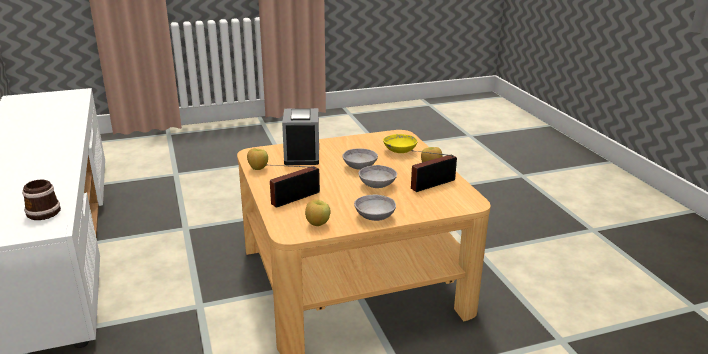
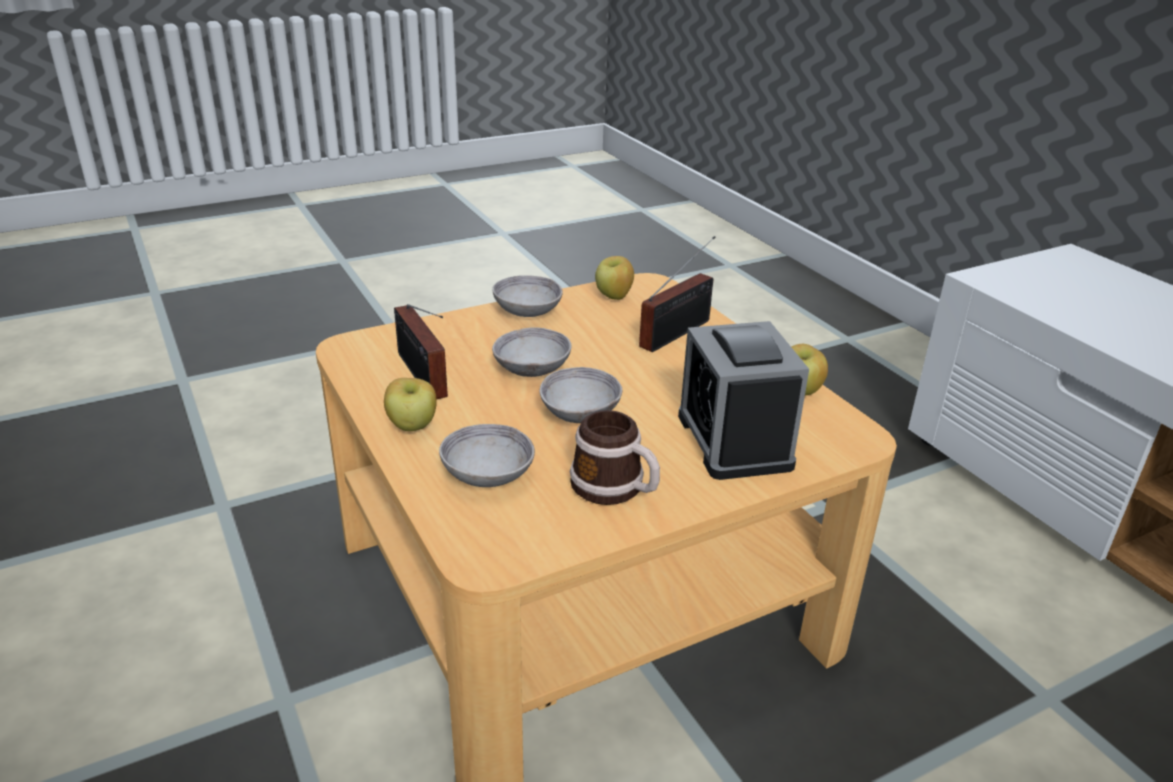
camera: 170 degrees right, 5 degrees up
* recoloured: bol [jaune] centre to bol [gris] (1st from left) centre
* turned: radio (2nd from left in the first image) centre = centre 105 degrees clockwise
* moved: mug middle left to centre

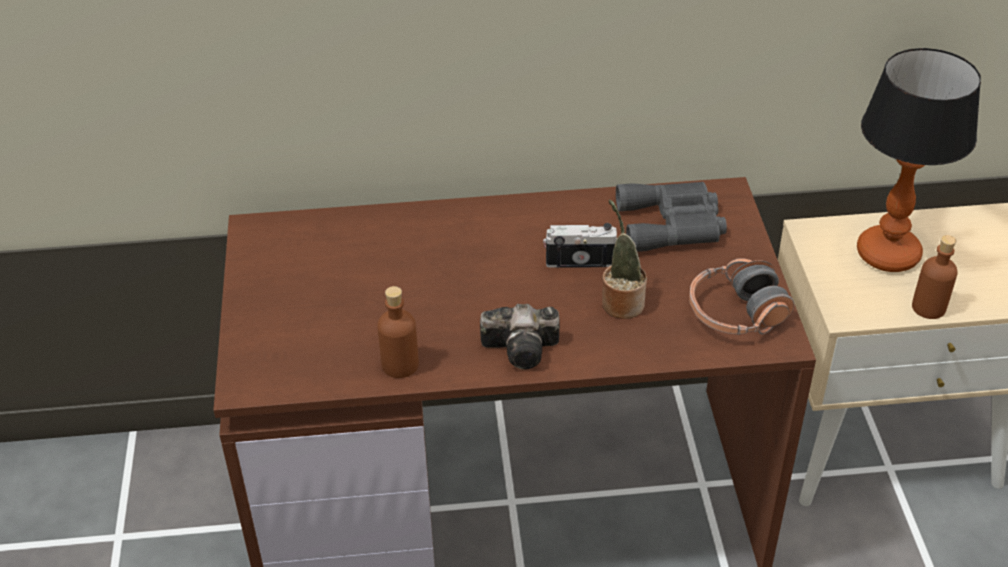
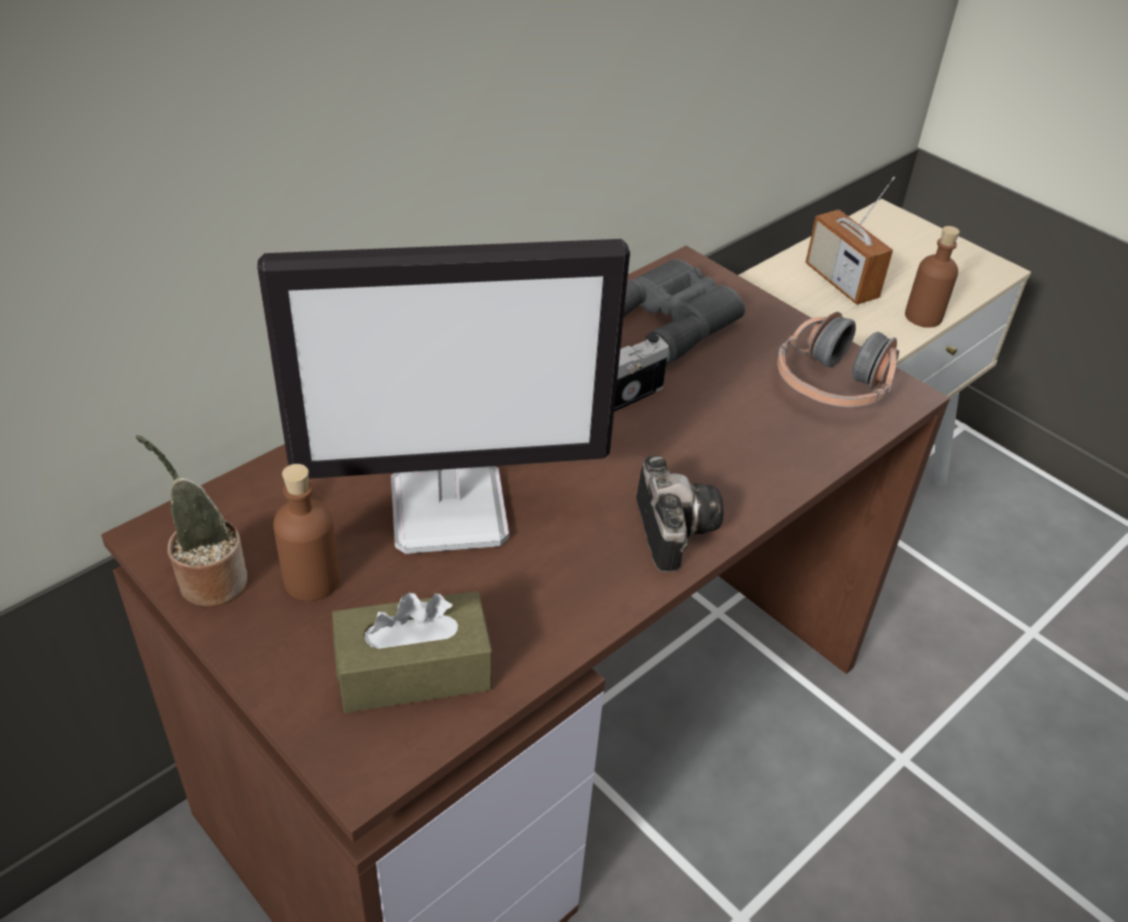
camera: 40 degrees left, 0 degrees up
* replaced: lampe de table top right to radio top right
* moved: plante en pot centre to middle left
* moved: bouteille [marron] (1st from left) centre to middle left
* turned: appareil photo (1st from left in the first image) centre = centre 60 degrees counterclockwise
* added: écran d'ordinateur centre
* added: boîte à mouchoirs [marron] bottom centre

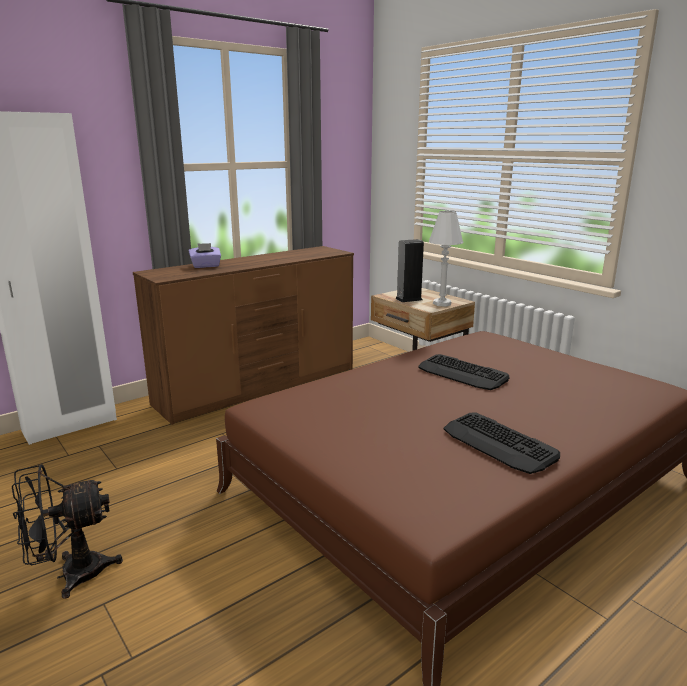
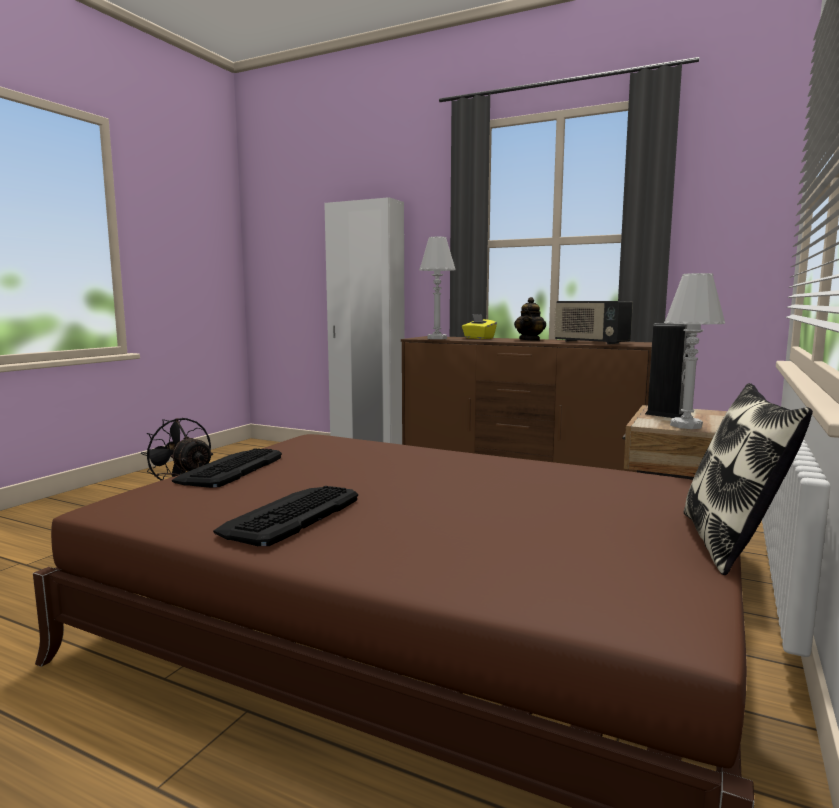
camera: 65 degrees right, 10 degrees down
* recoloured: boîte à mouchoirs [violet] middle left to boîte à mouchoirs [jaune] centre
* moved: clavier (1st from left) middle right to middle left
* added: lampe de table [blanc] (1st from left) centre
* added: théière centre
* added: radio middle right
* added: coussin middle right

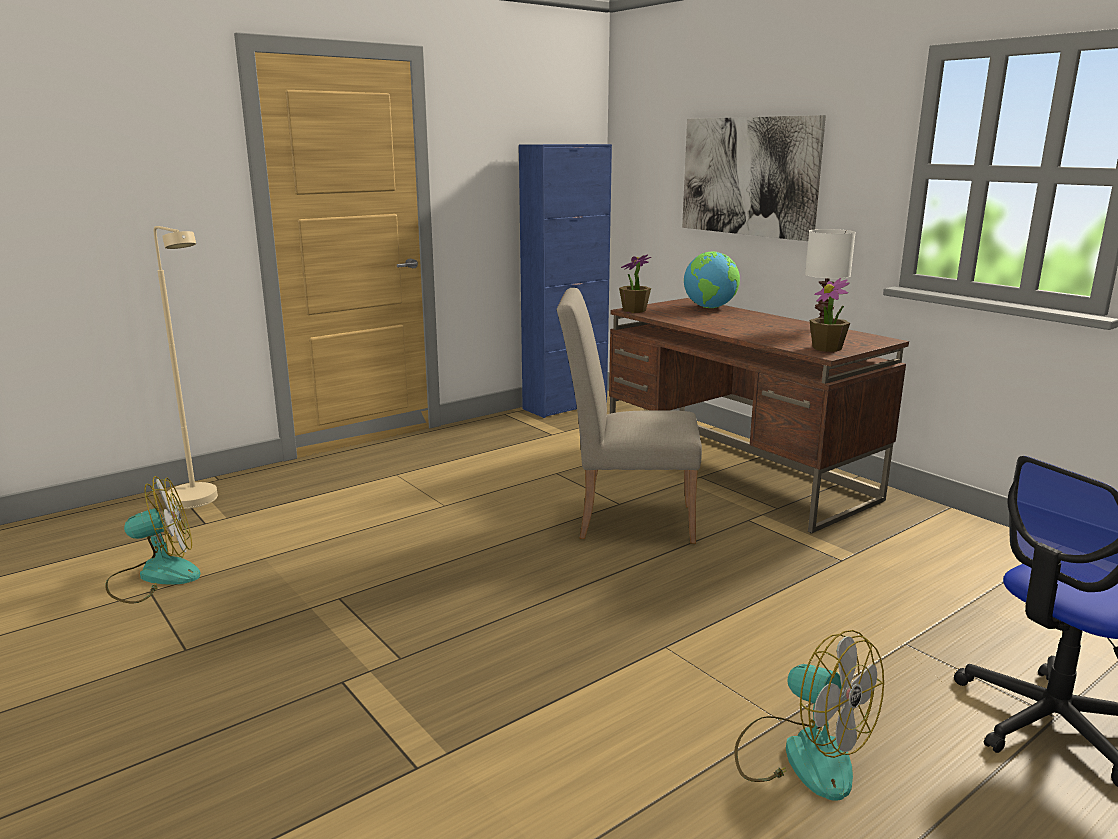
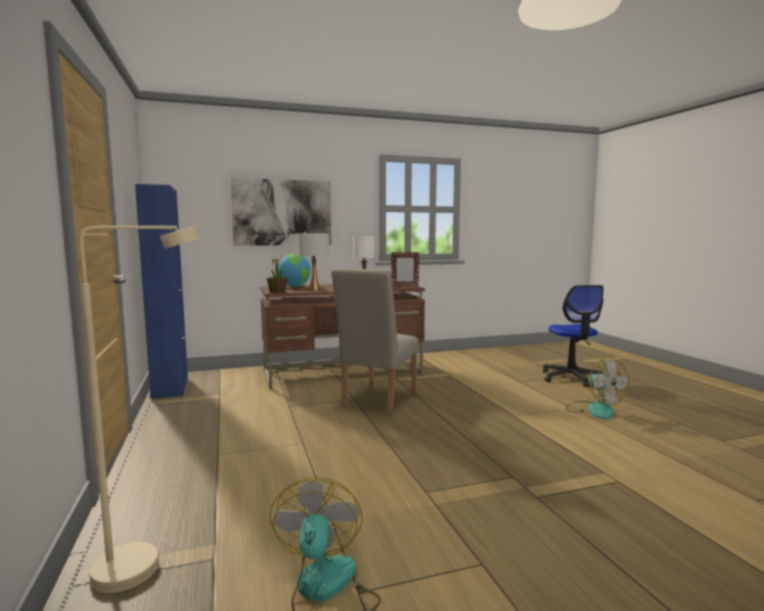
camera: 70 degrees left, 10 degrees down
* replaced: plante en pot (2nd from left) middle right to cadre photo centre
* turned: ventilateur (2nd from left) bottom right = middle right 90 degrees clockwise
* added: lampe de table [blanc] (1st from left) centre

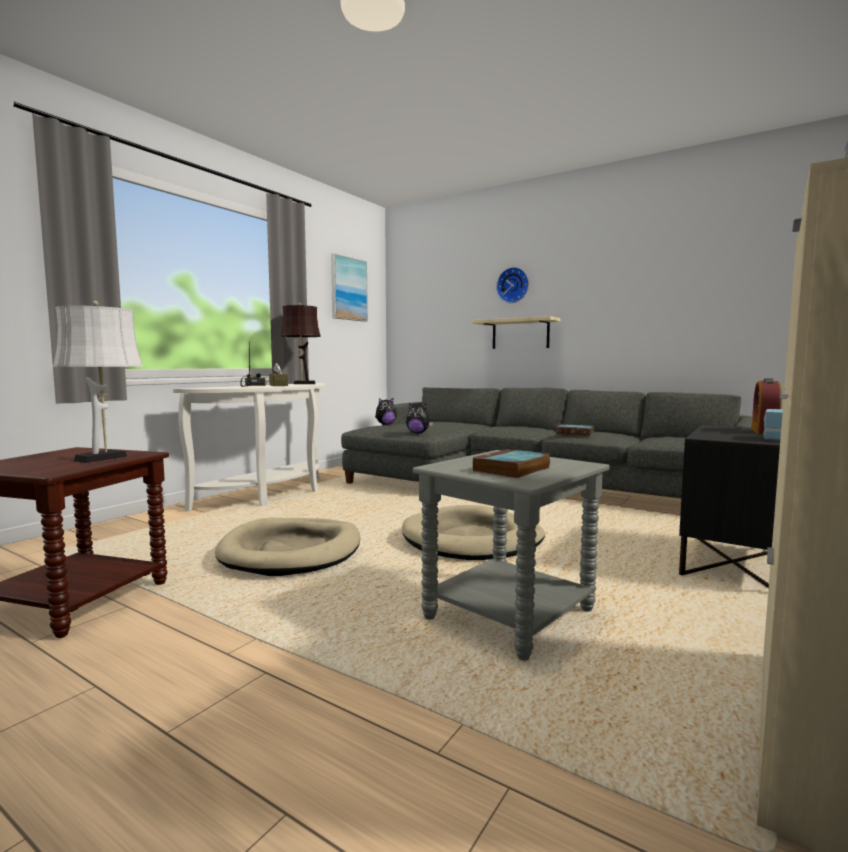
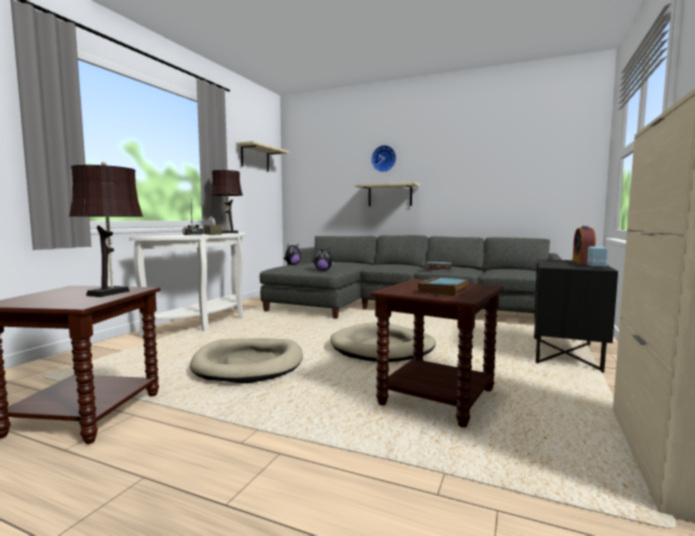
camera: 10 degrees left, 0 degrees up
* replaced: tableau centre to étagère [beige] (1st from left) top centre
* recoloured: lampe de table [blanc] middle left to lampe de table [marron] (1st from left) middle left
* recoloured: table d'appoint [gris] centre to table d'appoint [marron] (2nd from left) centre

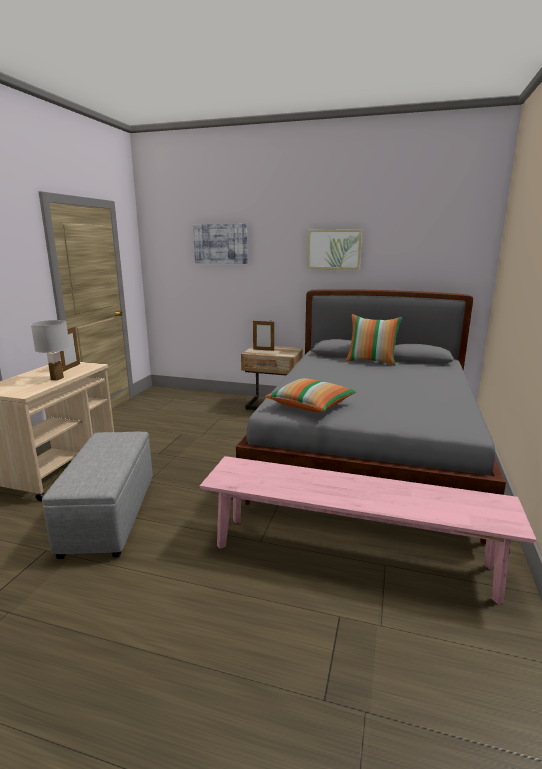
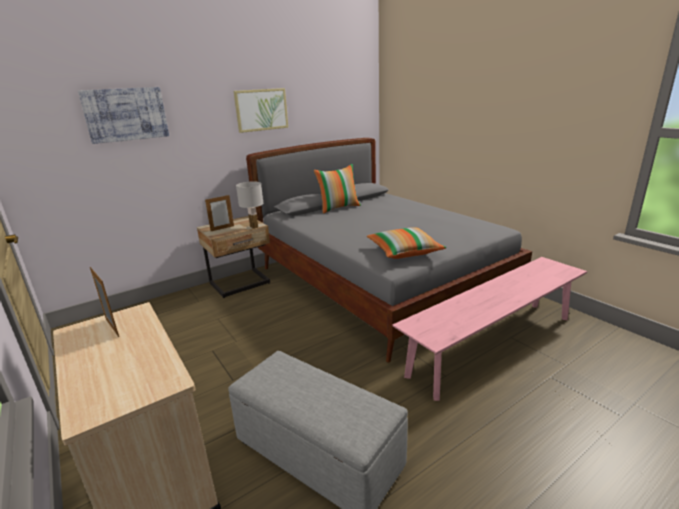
camera: 50 degrees left, 5 degrees up
* moved: lampe de table [blanc] middle left to centre

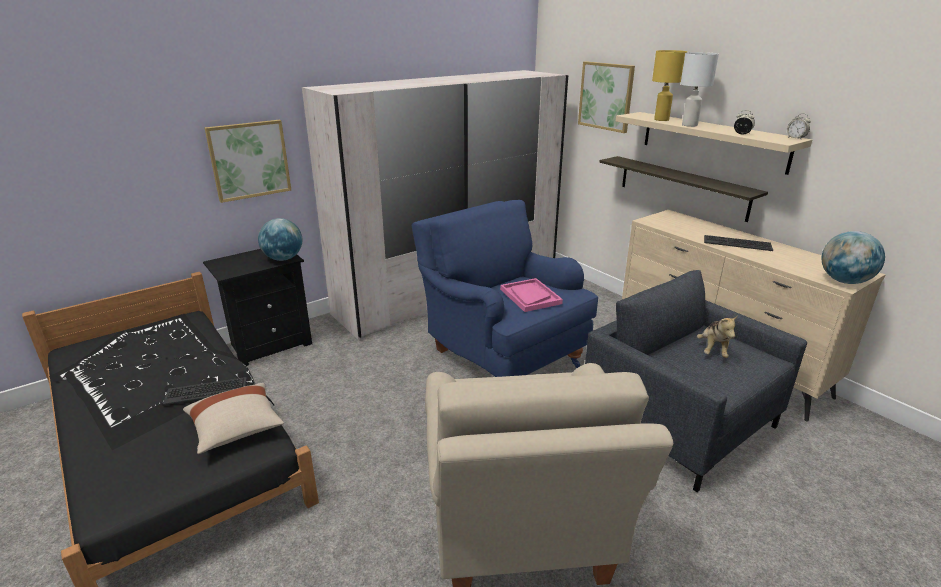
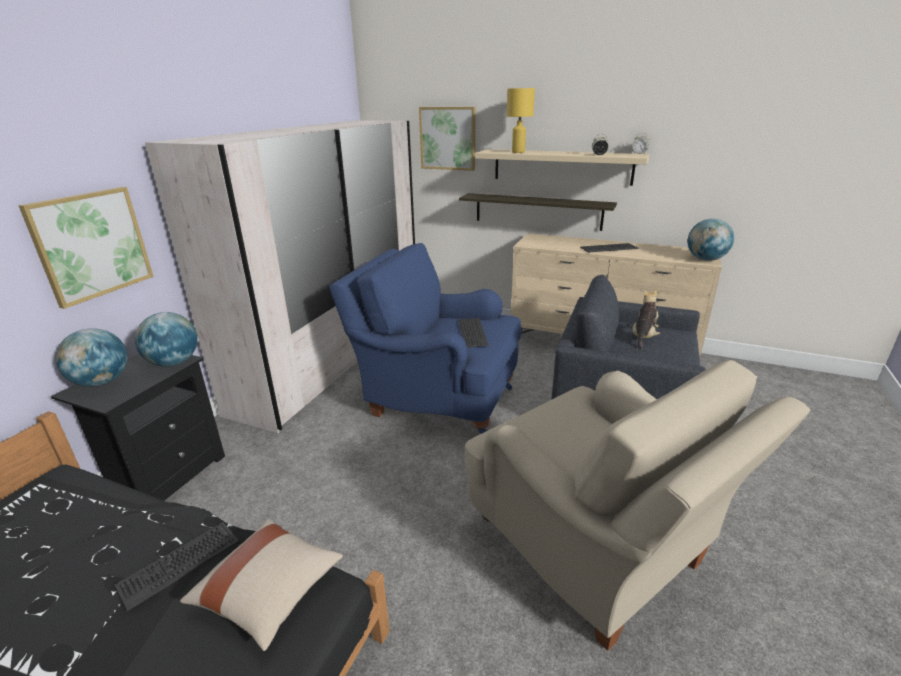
camera: 30 degrees left, 0 degrees up
* removed: lampe de table [blanc] top right
* replaced: plateau [rose] centre to clavier (2nd from left) centre
* turned: peluche middle right = middle right 135 degrees counterclockwise
* added: globe (1st from left) middle left

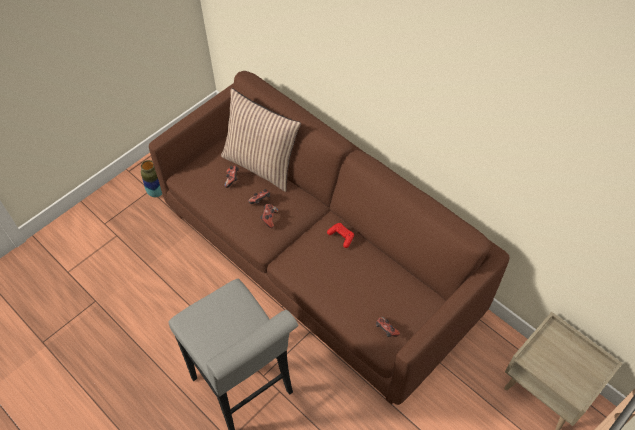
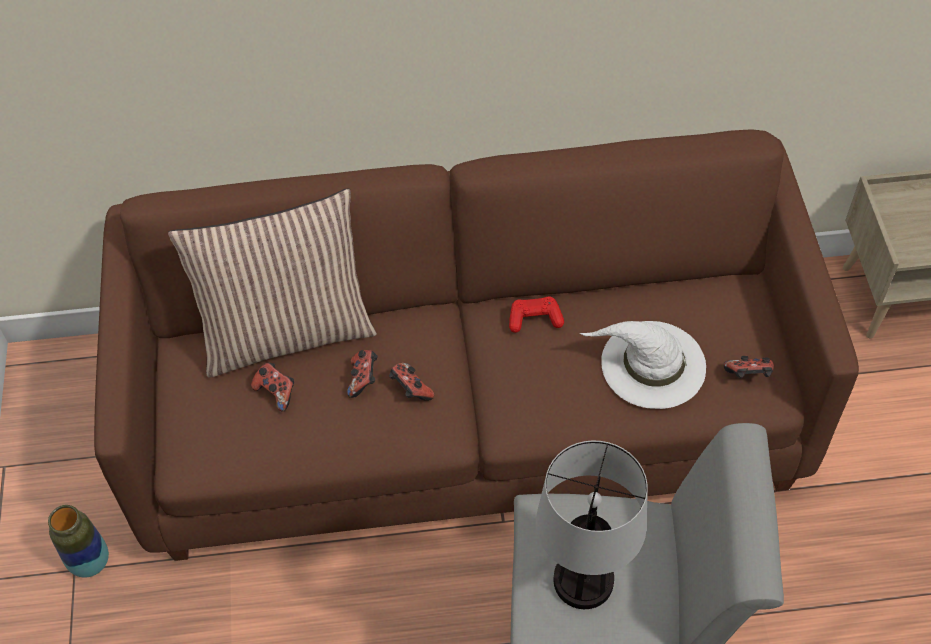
camera: 50 degrees left, 0 degrees up
* added: chapeau [blanc] middle right
* added: lampe de table bottom centre

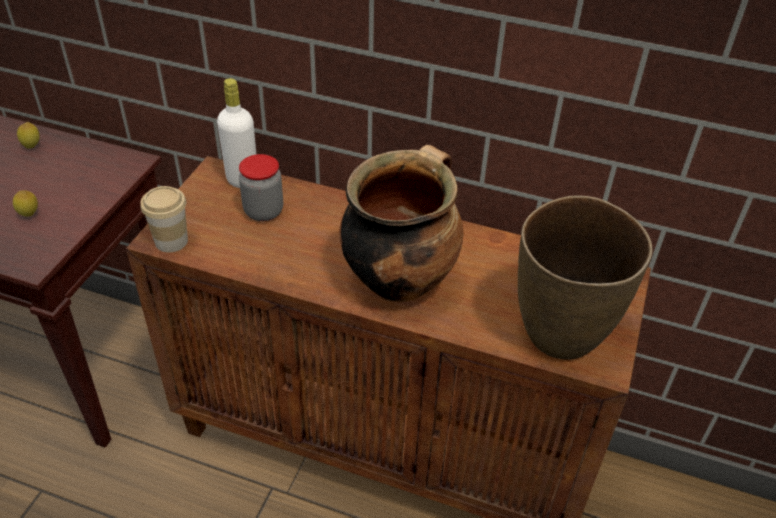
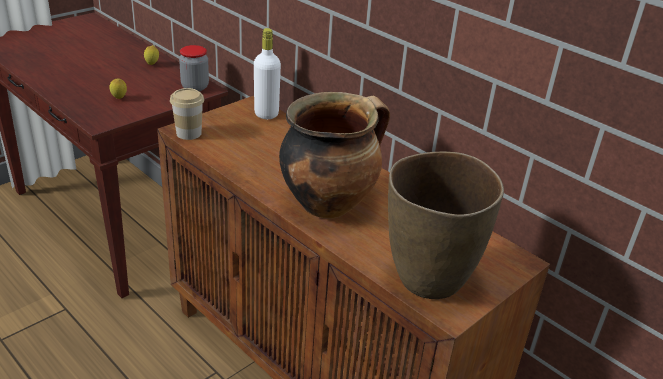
camera: 25 degrees right, 10 degrees down
* moved: bocal centre to top left

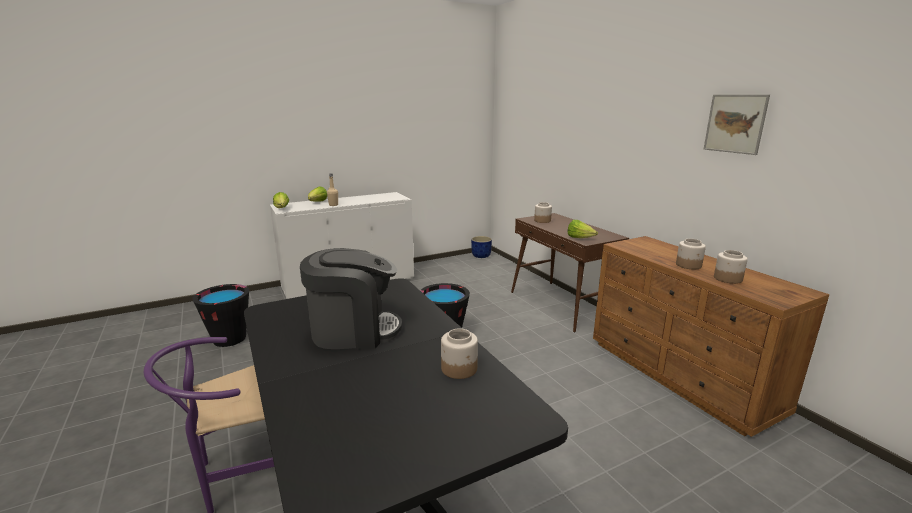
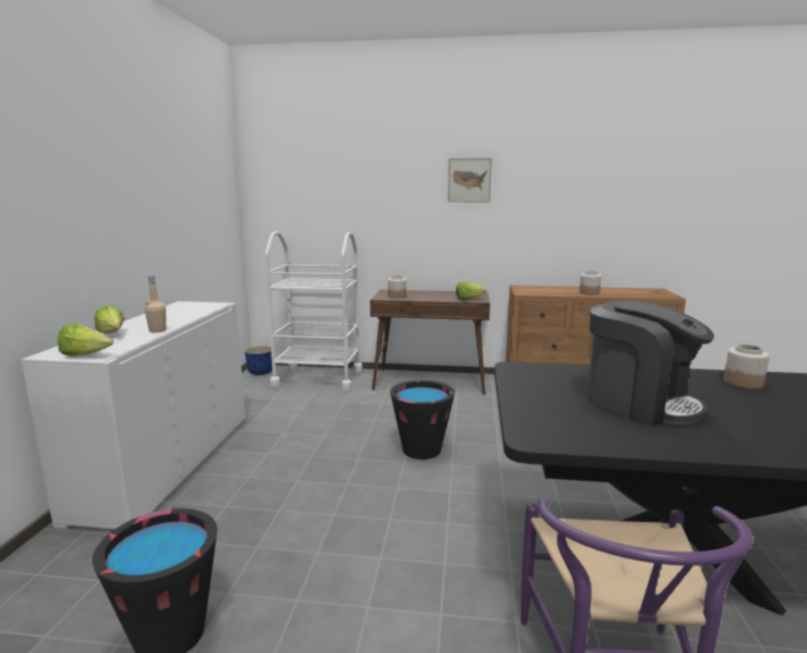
camera: 55 degrees left, 5 degrees down
* moved: tableau top right to top centre
* turned: machine à café centre = middle right 105 degrees clockwise
* removed: bocal (4th from left) middle right
* added: chariot [blanc] centre

